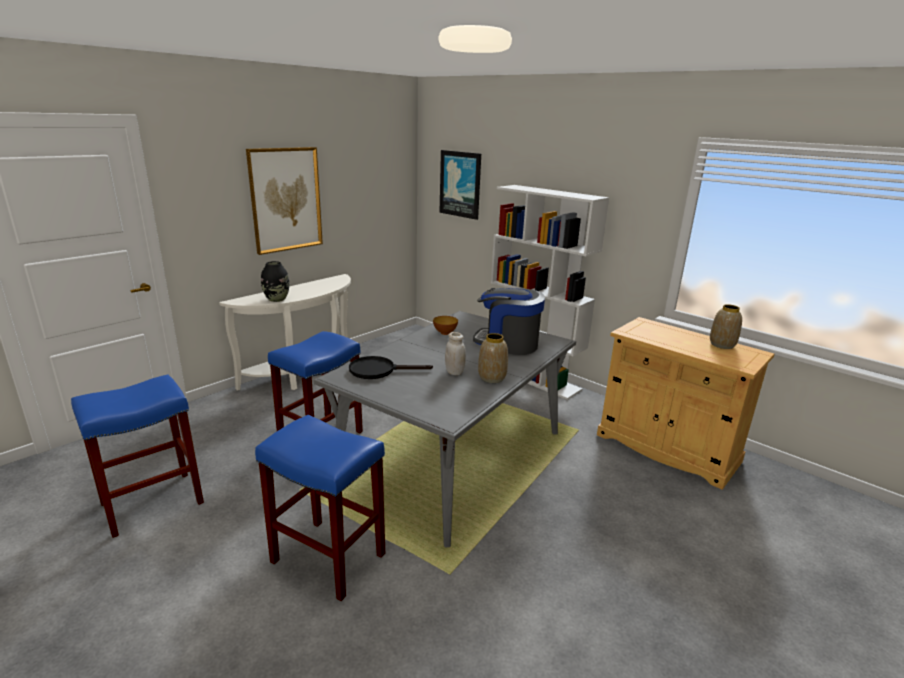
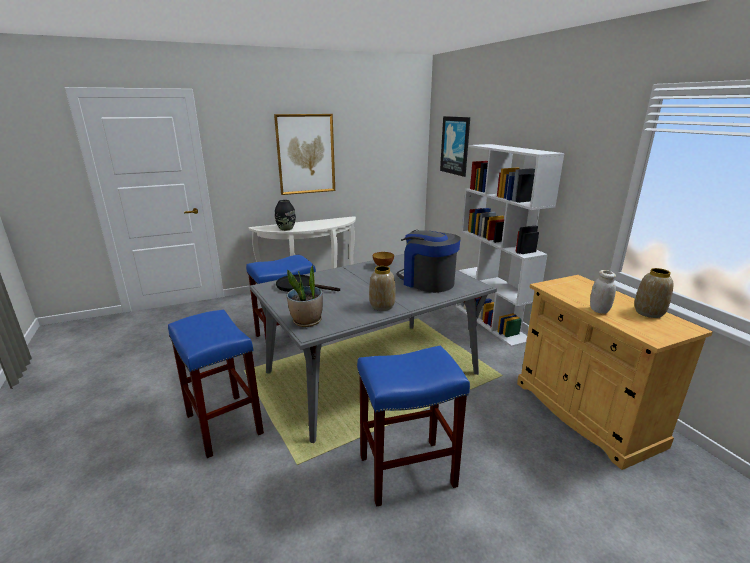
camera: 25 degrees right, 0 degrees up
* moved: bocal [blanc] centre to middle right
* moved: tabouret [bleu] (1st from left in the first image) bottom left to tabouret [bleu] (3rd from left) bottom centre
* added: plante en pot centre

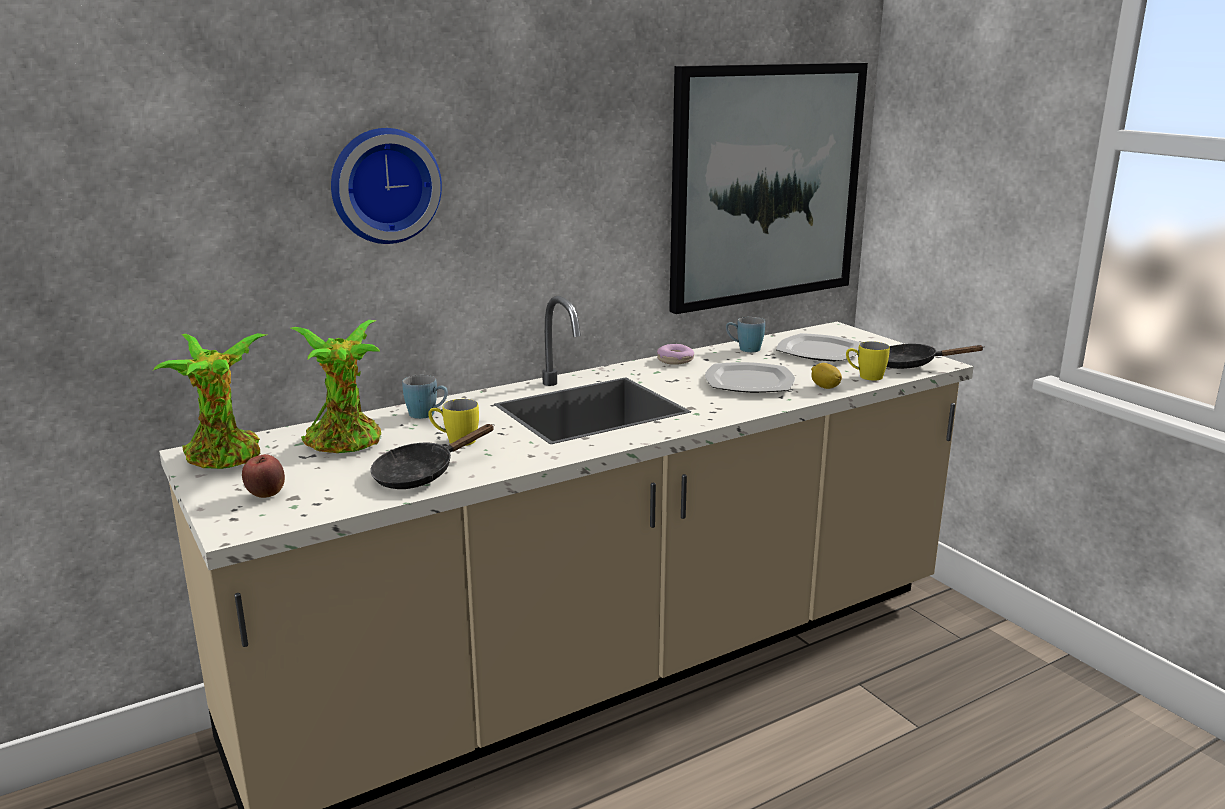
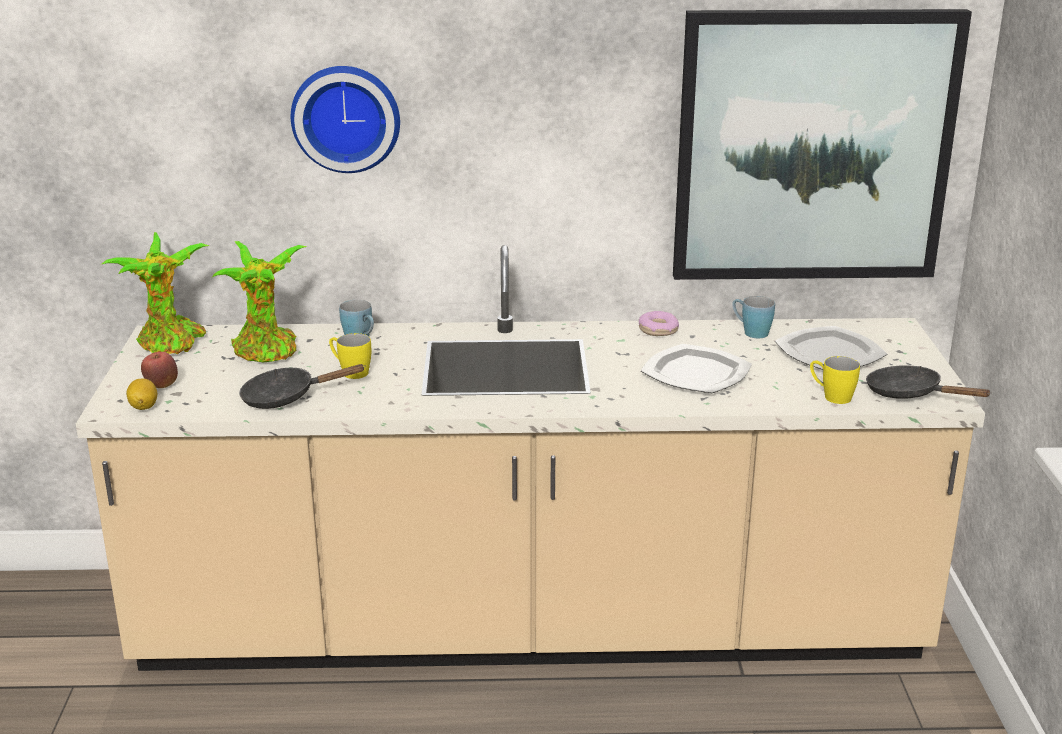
camera: 30 degrees right, 5 degrees up
* moved: citron middle right to middle left

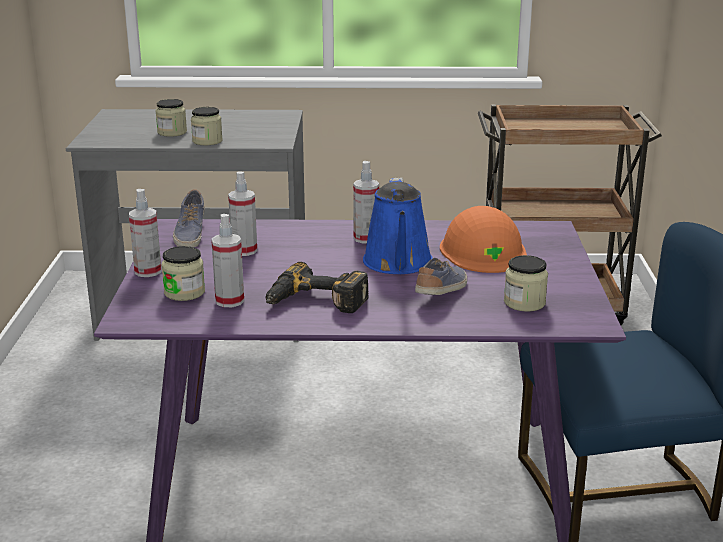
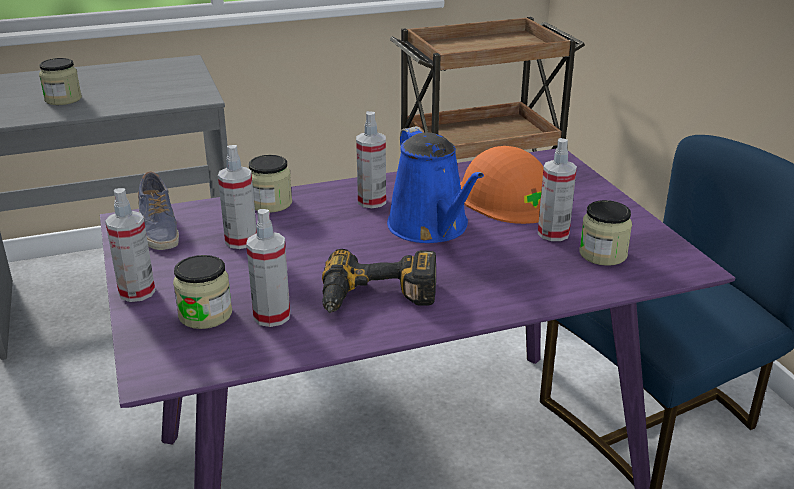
camera: 20 degrees left, 5 degrees up
* moved: bocal (3rd from left) top left to centre
* removed: chaussure (2nd from left) centre
* added: vaporisateur (5th from left) middle right

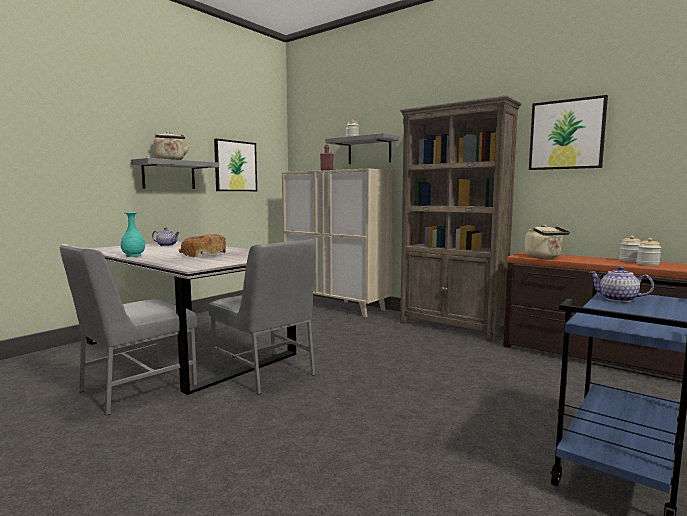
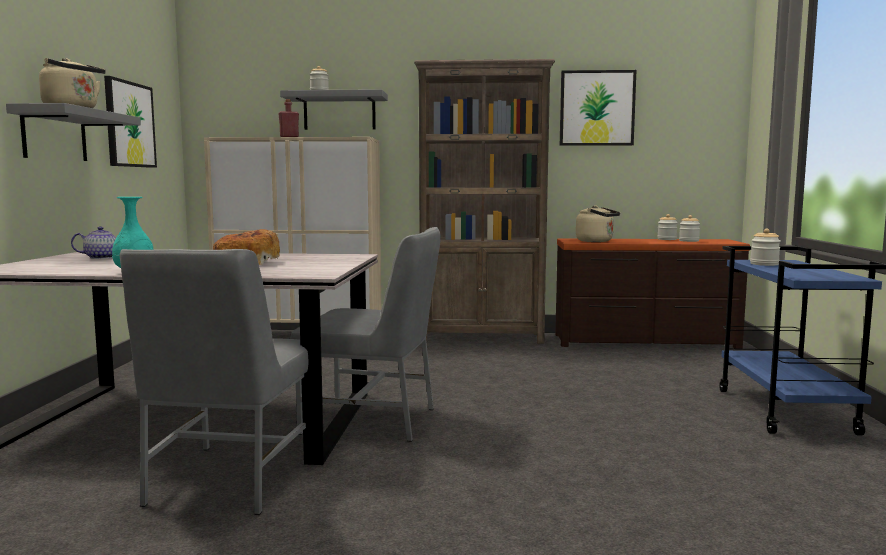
camera: 35 degrees left, 0 degrees up
* replaced: théière (2nd from left) middle right to bocal (4th from left) middle right

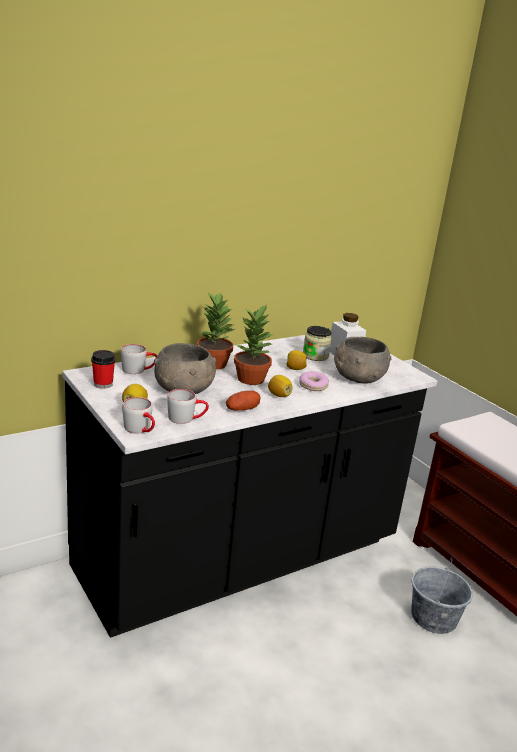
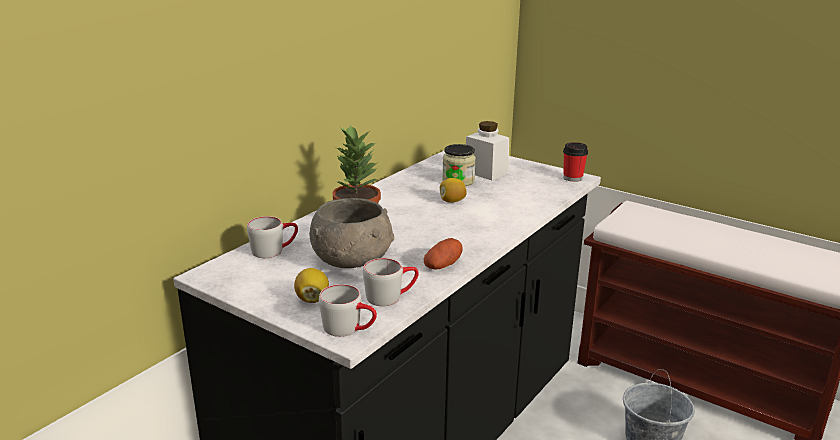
camera: 20 degrees left, 0 degrees up
* removed: plante en pot (2nd from left) centre
* removed: bol [gris] (2nd from left) middle right
* moved: tasse middle left to middle right
* removed: beignet centre
* removed: citron (2nd from left) centre

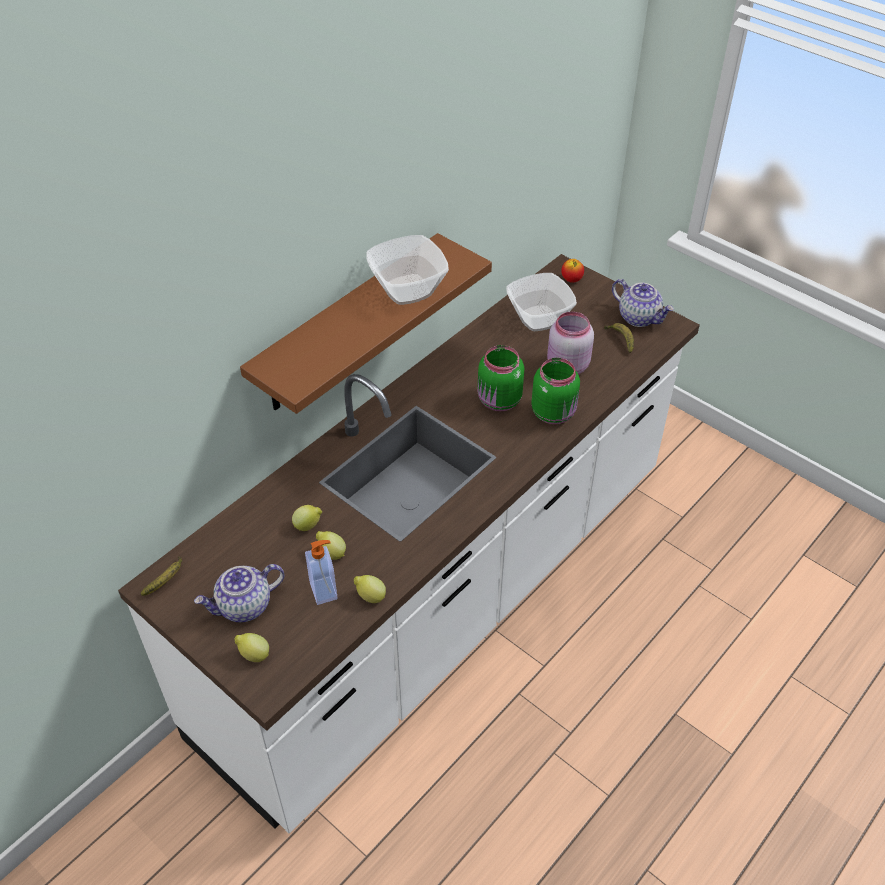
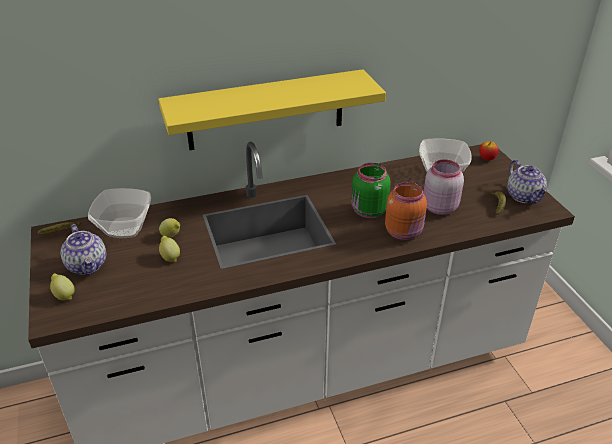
camera: 30 degrees right, 10 degrees down
* recoloured: étagère [marron] centre to étagère [jaune] top centre
* moved: bol (1st from left) top centre to middle left
* recoloured: bocal [vert] (2nd from left) centre to bocal [orange] centre
* removed: distributeur de savon centre
* turned: théière (1st from left) bottom left = middle left 120 degrees counterclockwise
* removed: citron (4th from left) centre

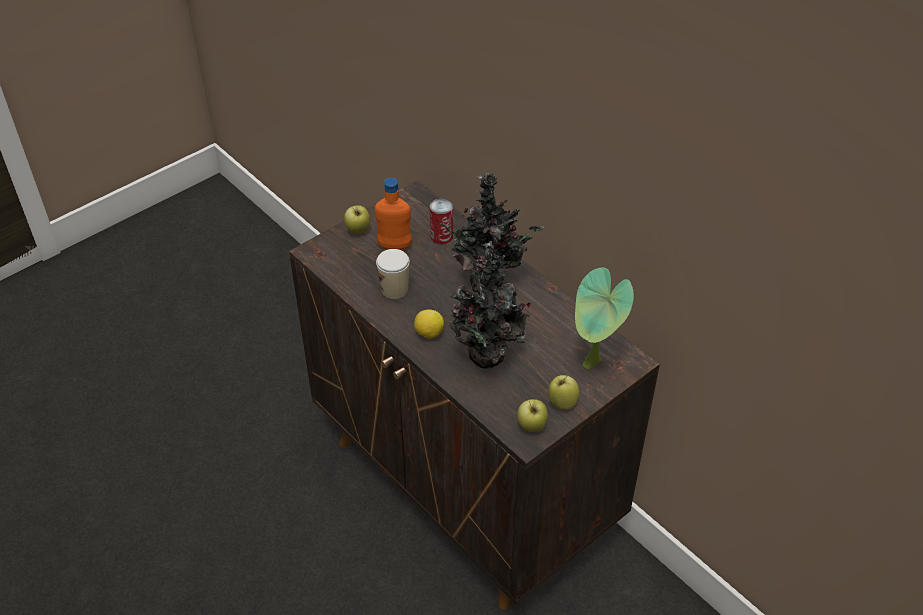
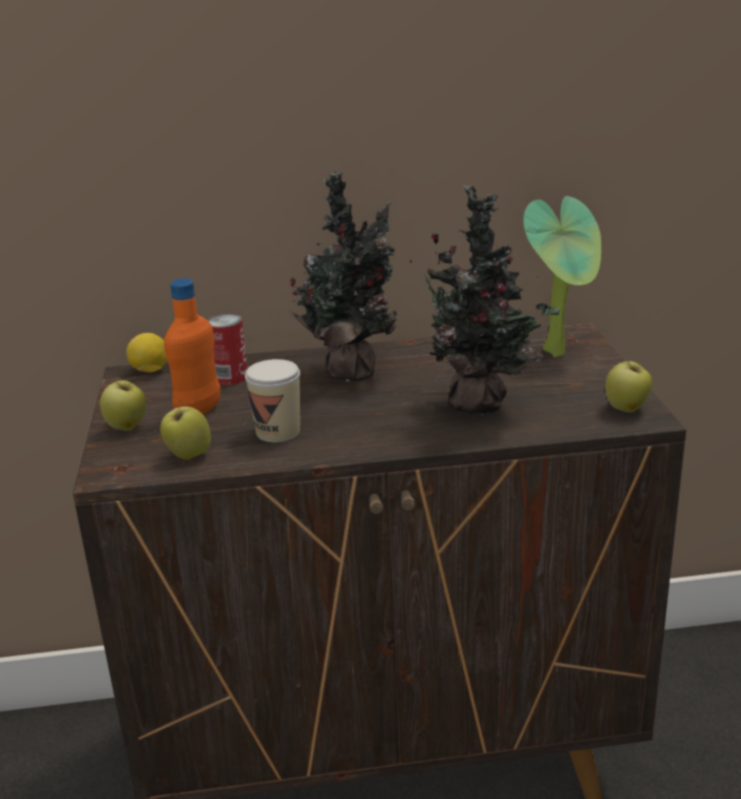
camera: 55 degrees left, 20 degrees down
* moved: citron centre to middle left
* moved: pomme (3rd from left in the first image) centre to pomme (2nd from left) middle left

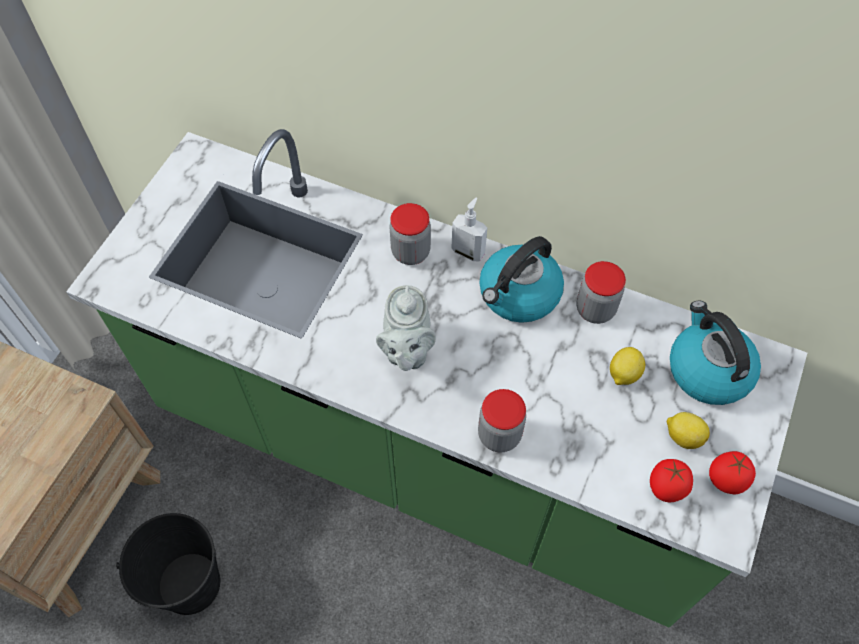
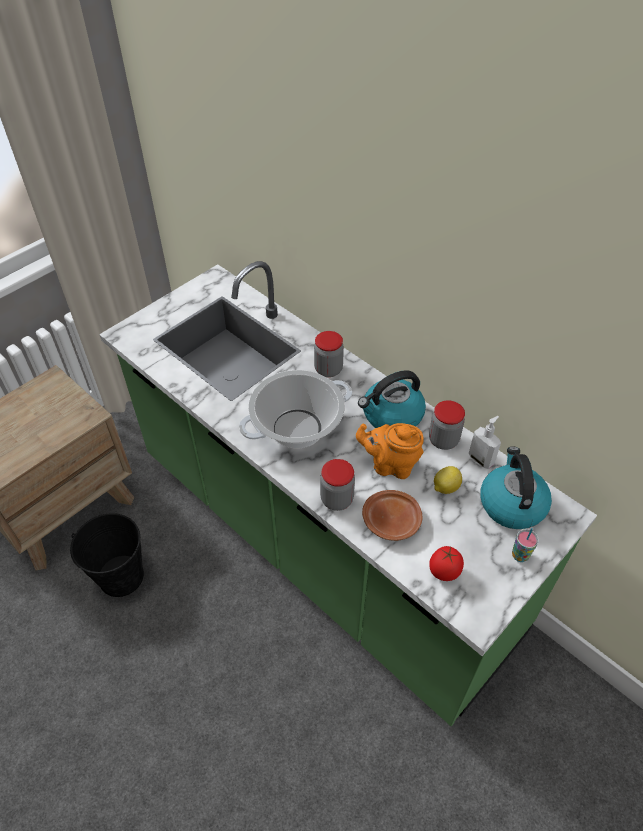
camera: 20 degrees right, 10 degrees down
* moved: distributeur de savon centre to middle right
* replaced: théière [gris] centre to marmite centre
* removed: citron (2nd from left) bottom right
* removed: tomate (2nd from left) bottom right
* added: théière [orange] centre
* added: assiette [marron] centre
* added: tasse middle right

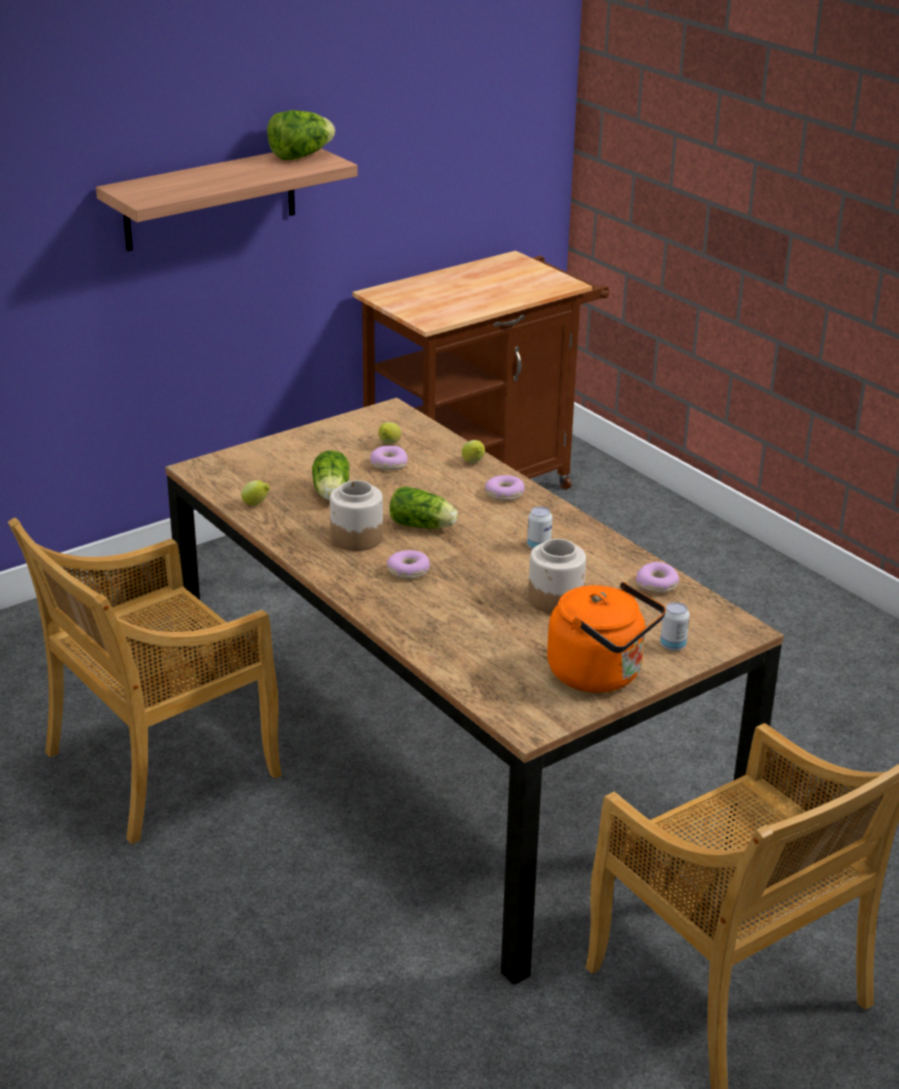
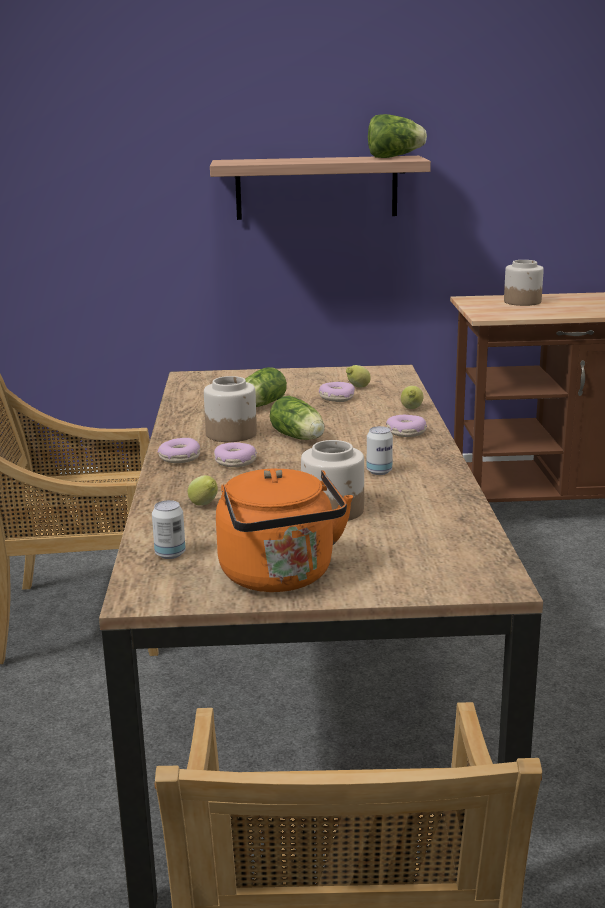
camera: 35 degrees right, 10 degrees down
* moved: citron (1st from left) middle left to centre
* moved: beignet (4th from left in the first image) middle right to beignet (1st from left) middle left
* moved: boîte métallique (2nd from left in the first image) middle right to boîte métallique (1st from left) middle left
* added: bocal (3rd from left) top right

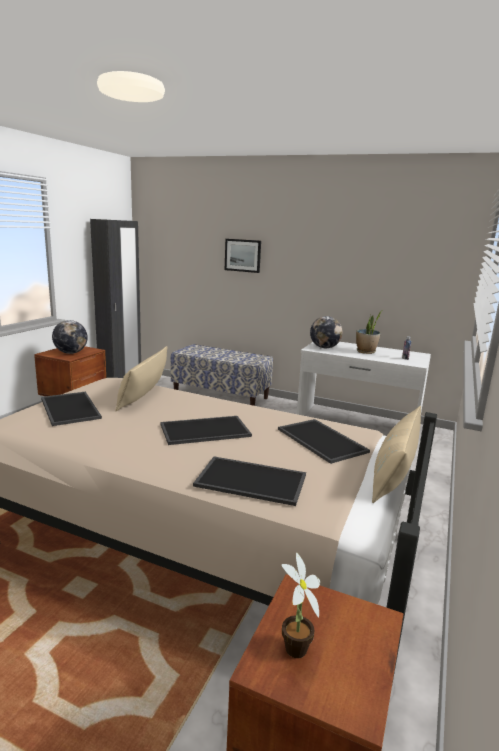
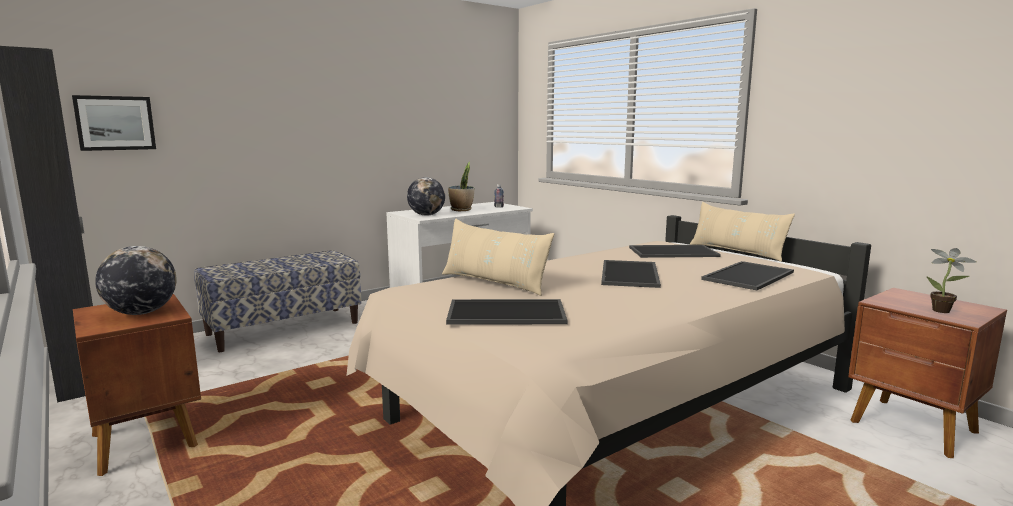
camera: 60 degrees left, 5 degrees down
* moved: tableau centre to top left

